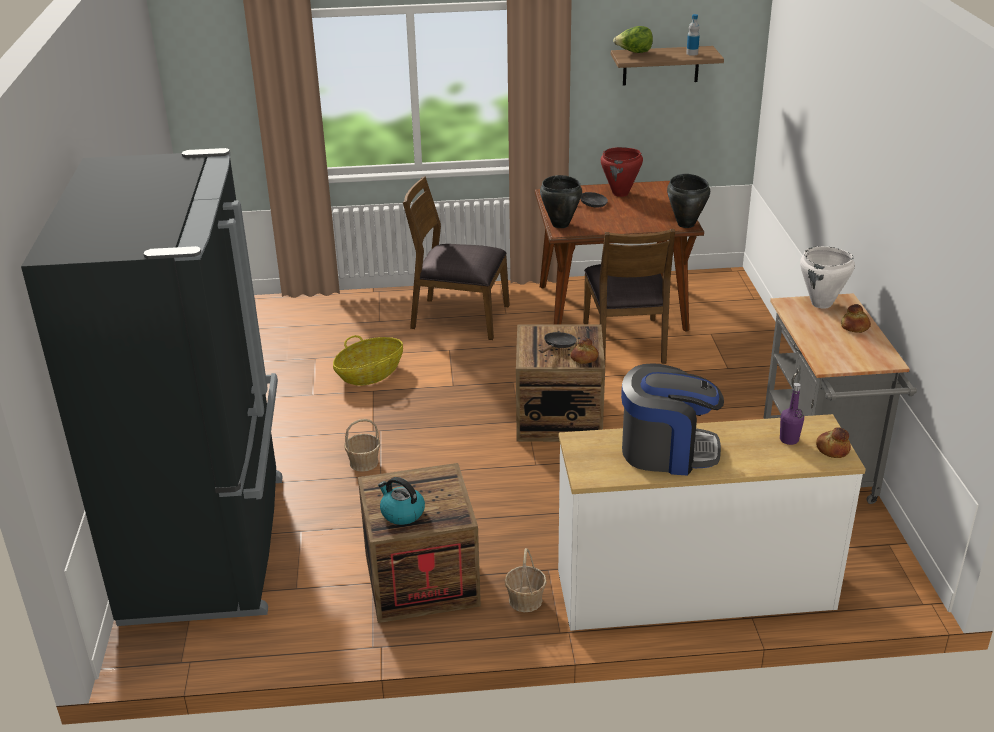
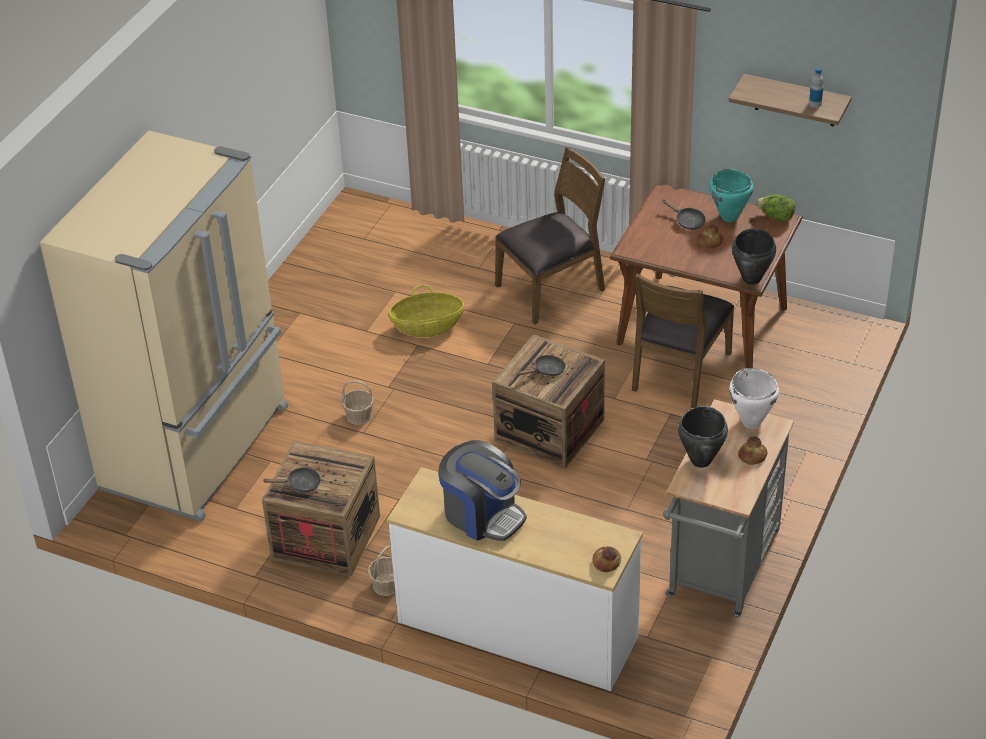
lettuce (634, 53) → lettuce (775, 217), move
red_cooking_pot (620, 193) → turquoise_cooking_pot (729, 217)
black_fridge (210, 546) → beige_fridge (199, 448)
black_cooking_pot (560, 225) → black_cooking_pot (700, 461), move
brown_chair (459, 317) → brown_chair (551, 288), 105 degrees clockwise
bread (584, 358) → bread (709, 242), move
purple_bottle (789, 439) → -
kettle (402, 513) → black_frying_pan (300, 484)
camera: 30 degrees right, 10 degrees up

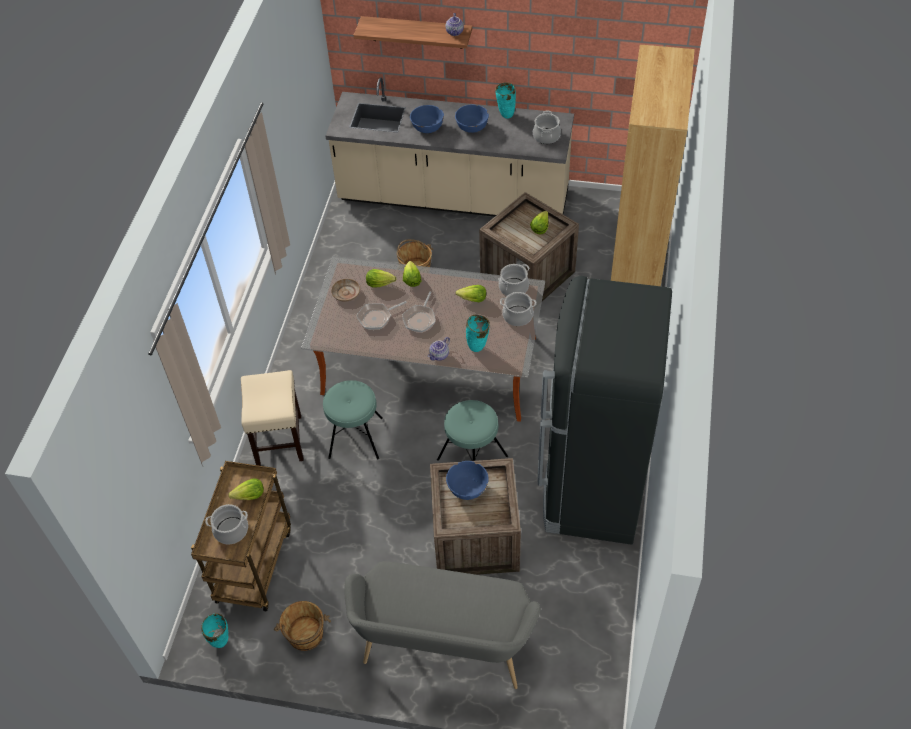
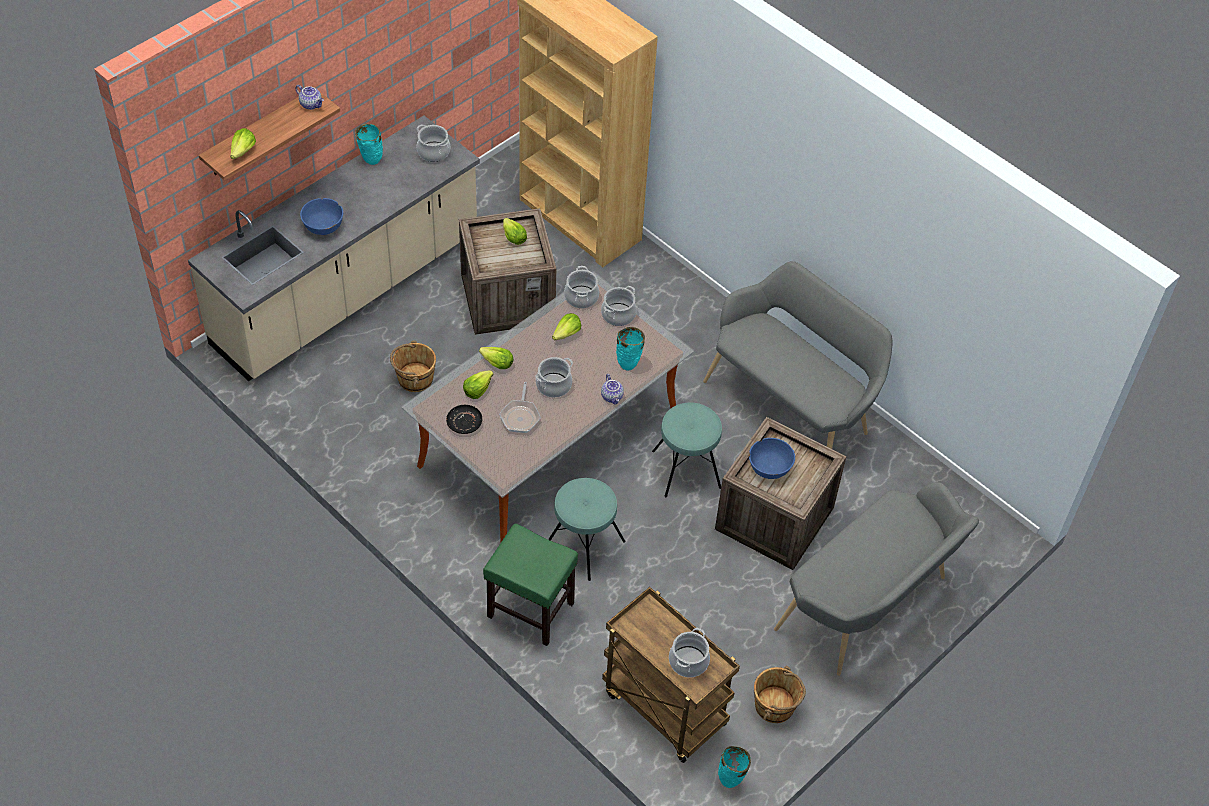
blue_bowl (472, 127) → -
black_fridge (592, 489) → grey_bench (792, 405)
beige_plate (346, 293) → black_plate (464, 423)
frying_pan (420, 319) → cooking_pot (553, 385)
beige_stool (279, 440) → green_stool (529, 609)
lettuce (249, 496) → lettuce (243, 151), move
camera: 60 degrees left, 0 degrees up

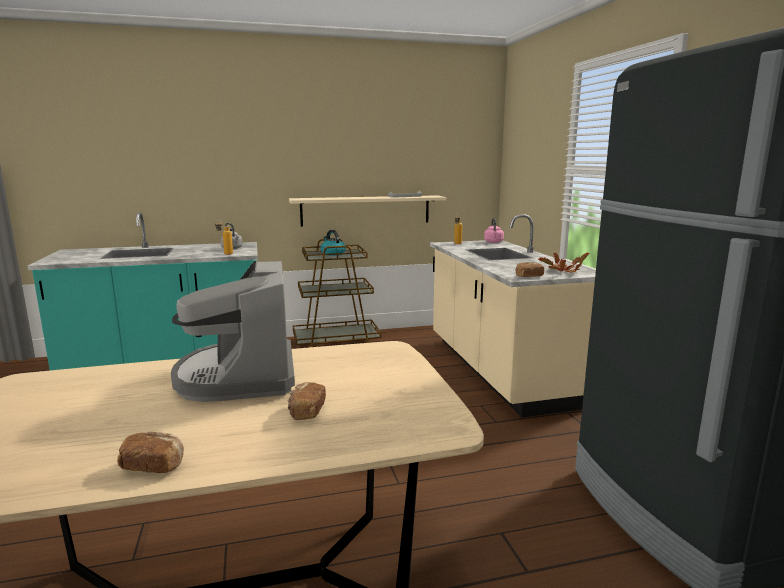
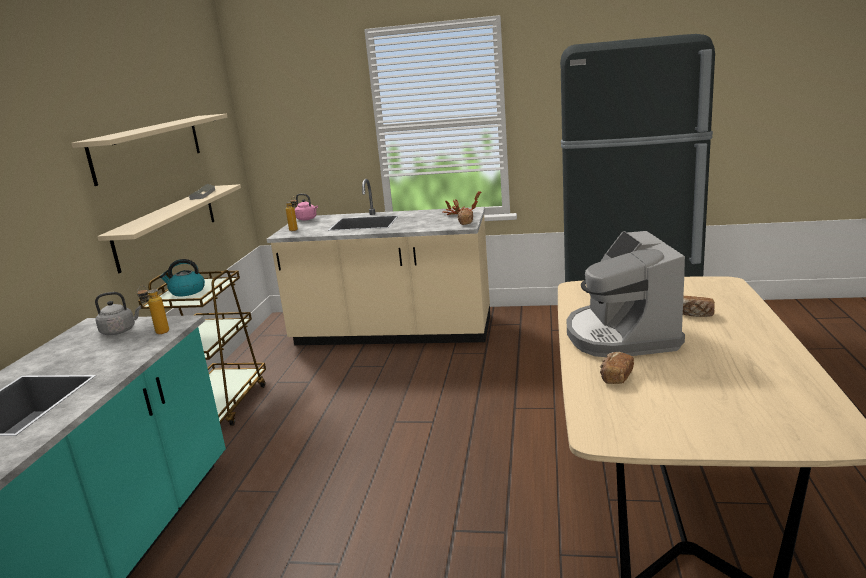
coffee_machine (239, 376) → coffee_machine (620, 335), 75 degrees clockwise
bread (153, 465) → bread (615, 377), move
- → beige_shelf (149, 147)
camera: 65 degrees left, 5 degrees up

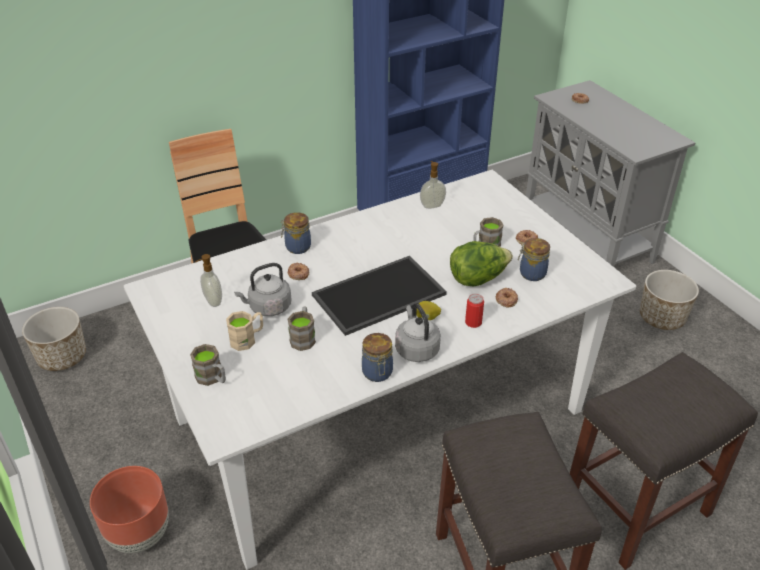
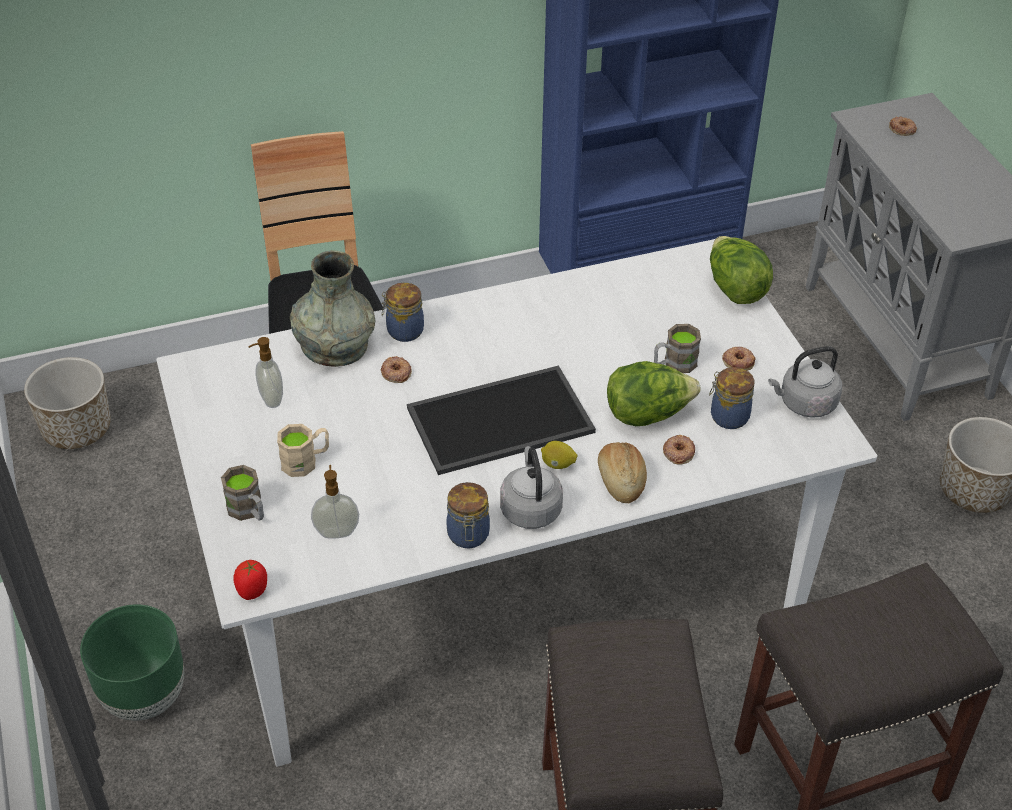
soap_dispenser (432, 205) → soap_dispenser (337, 531), move
grey_kettle (268, 307) → grey_kettle (804, 403), move
can (473, 322) → bread (621, 480)
brown_mug (303, 337) → -
brown_planter (139, 534) → green_planter (144, 696)
- → lettuce (735, 289)
- → grey_vase (334, 344)
- → tomato (253, 591)
camera: 10 degrees right, 5 degrees up

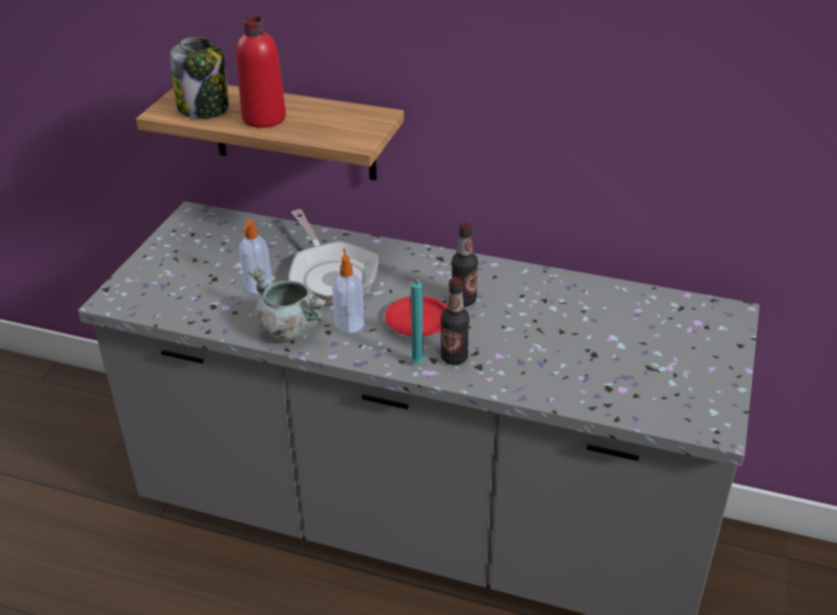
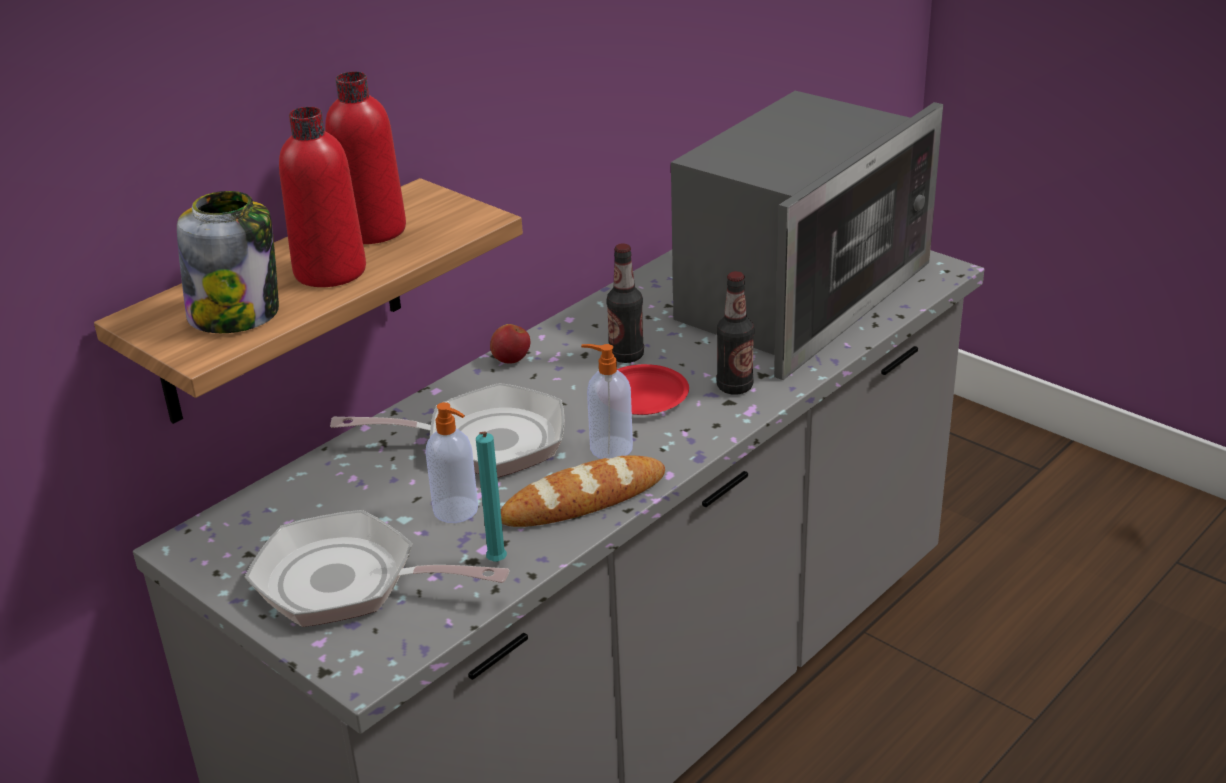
grey_cooking_pot (289, 329) → bread (583, 500)
turquoise_candle (415, 363) → turquoise_candle (496, 564), move
- → red_bottle (372, 230)
- → microwave (798, 297)
- → apple (511, 360)
- → frying_pan (348, 582)
camera: 65 degrees left, 5 degrees down

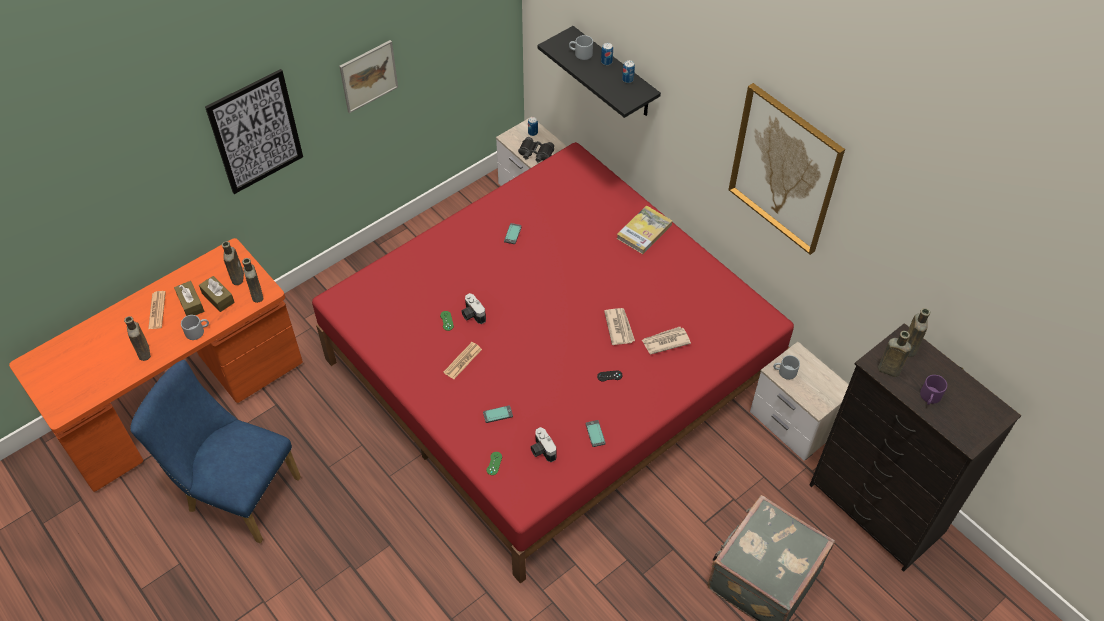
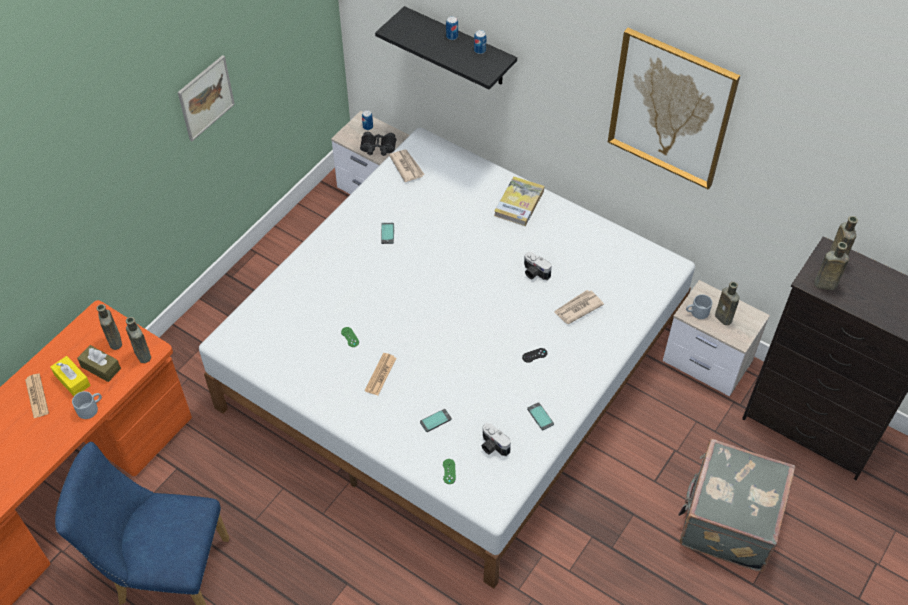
grey_mug (580, 54) → -
picture (255, 132) → -
red_bed (551, 371) → white_bed (454, 366)
brown_tissue_box (191, 303) → yellow_tissue_box (72, 380)
photo_camera (472, 315) → photo_camera (534, 273), move
newspaper (619, 327) → newspaper (407, 166), move
brown_bottle (144, 354) → brown_bottle (724, 319), move
purple_mug (930, 398) → -
camera: 15 degrees left, 0 degrees up

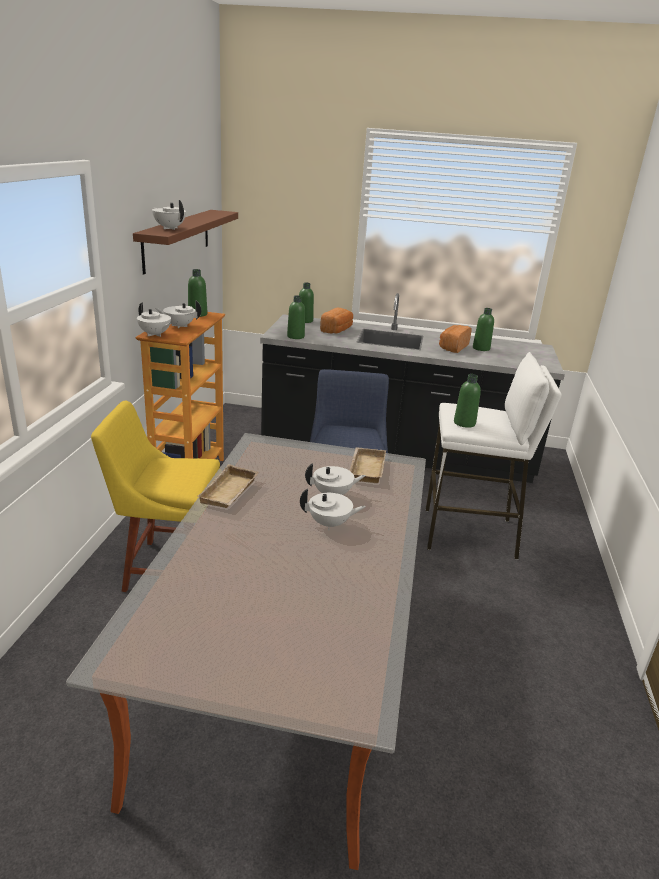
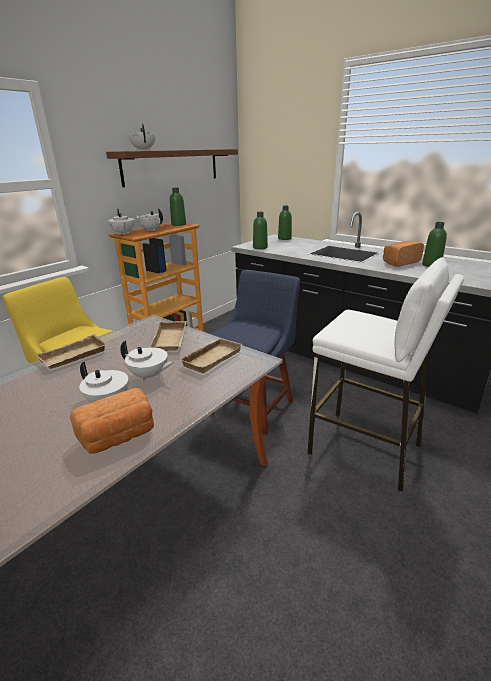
bread (337, 330) → bread (119, 436), move
green_bottle (464, 423) → -
- → beige_tray (171, 340)
camera: 30 degrees right, 0 degrees up

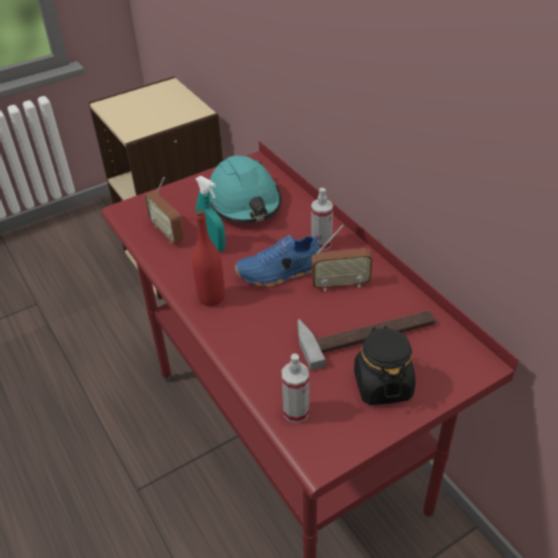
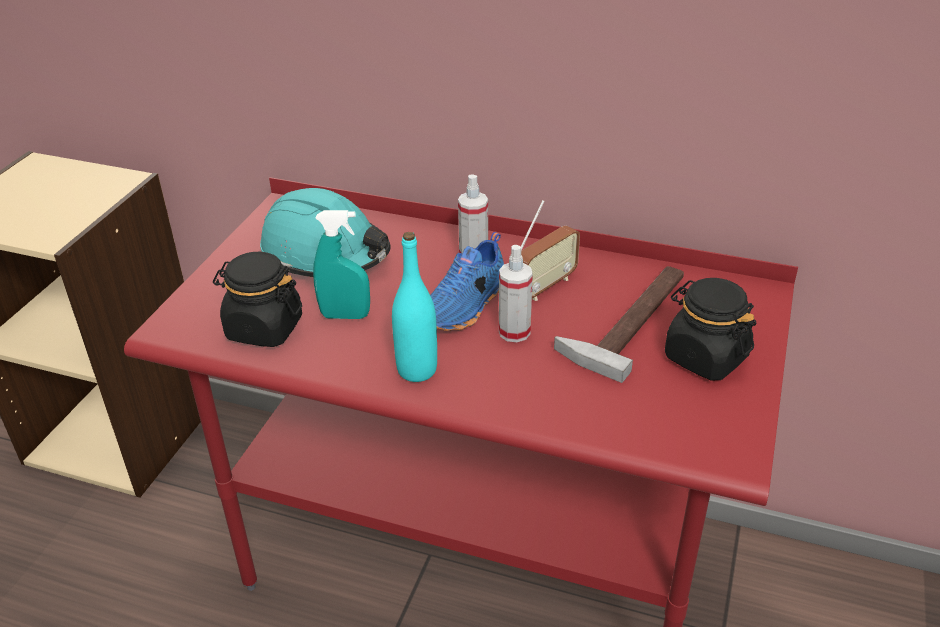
radio (167, 232) → black_jar (264, 328)
red_bottle (211, 297) → turquoise_bottle (417, 370)
spray_bottle (296, 412) → spray_bottle (514, 332), move
camera: 40 degrees left, 5 degrees down

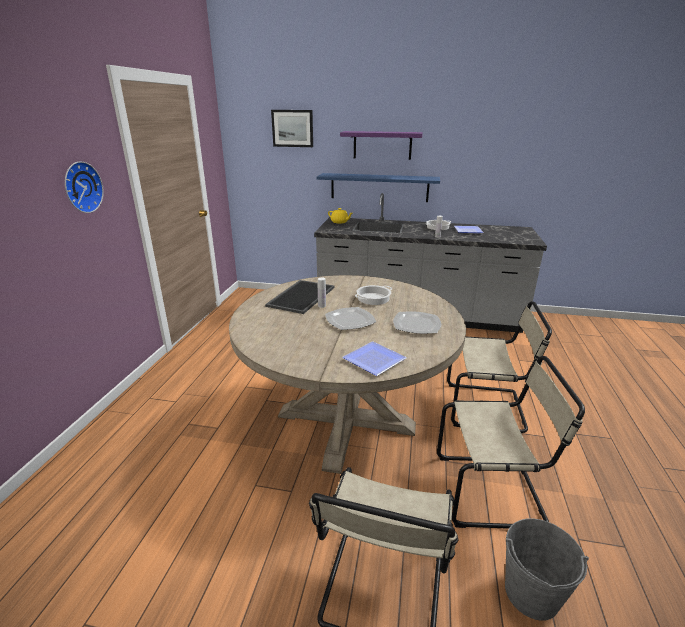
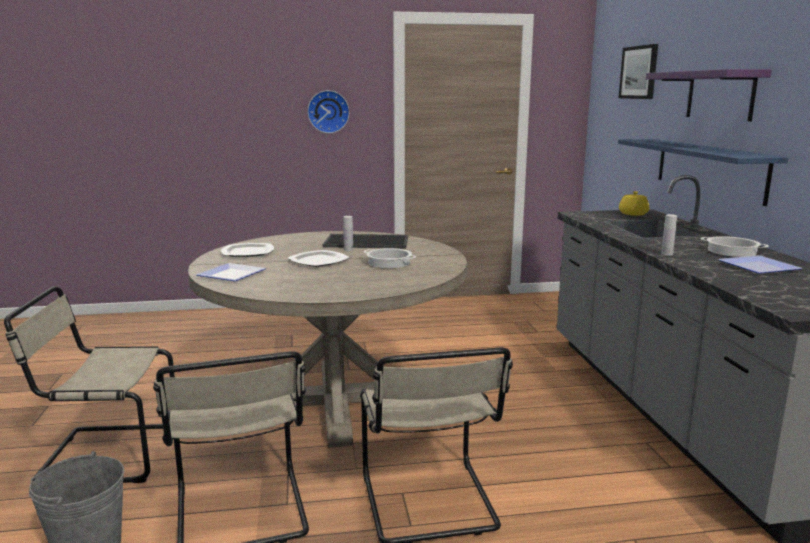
plate (416, 325) → plate (247, 252), move
camera: 70 degrees right, 10 degrees down

